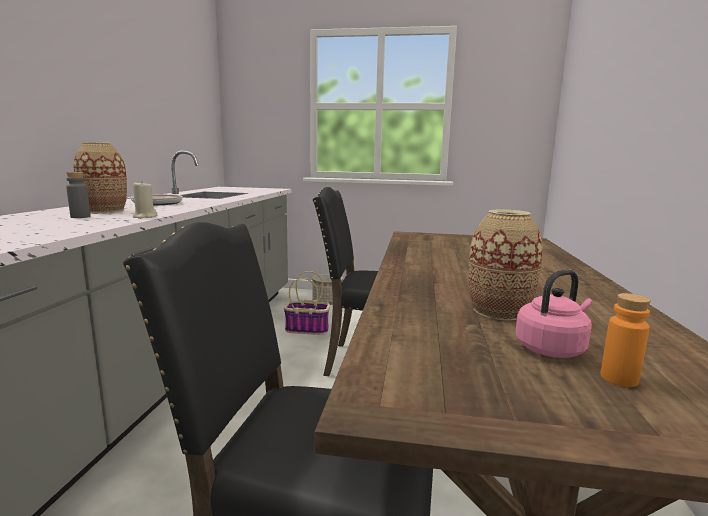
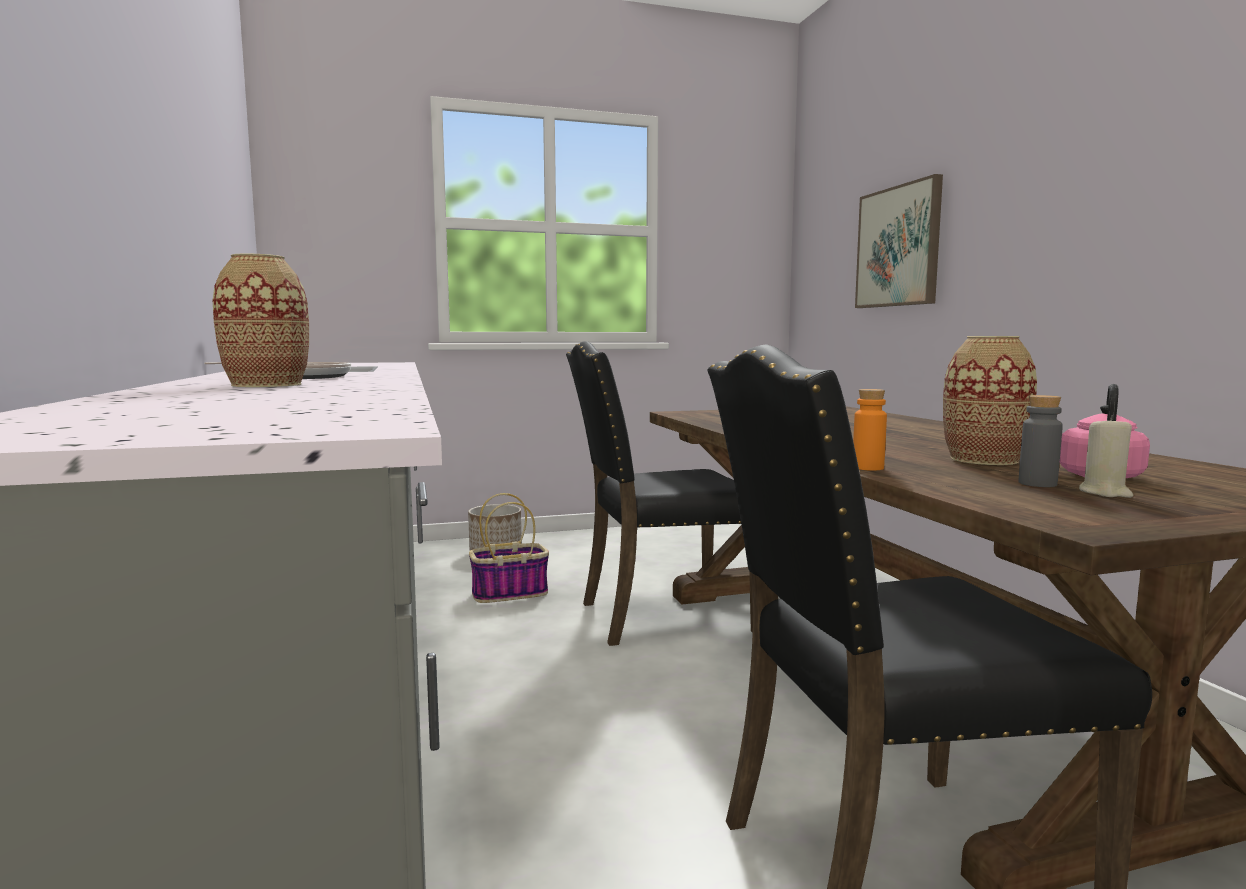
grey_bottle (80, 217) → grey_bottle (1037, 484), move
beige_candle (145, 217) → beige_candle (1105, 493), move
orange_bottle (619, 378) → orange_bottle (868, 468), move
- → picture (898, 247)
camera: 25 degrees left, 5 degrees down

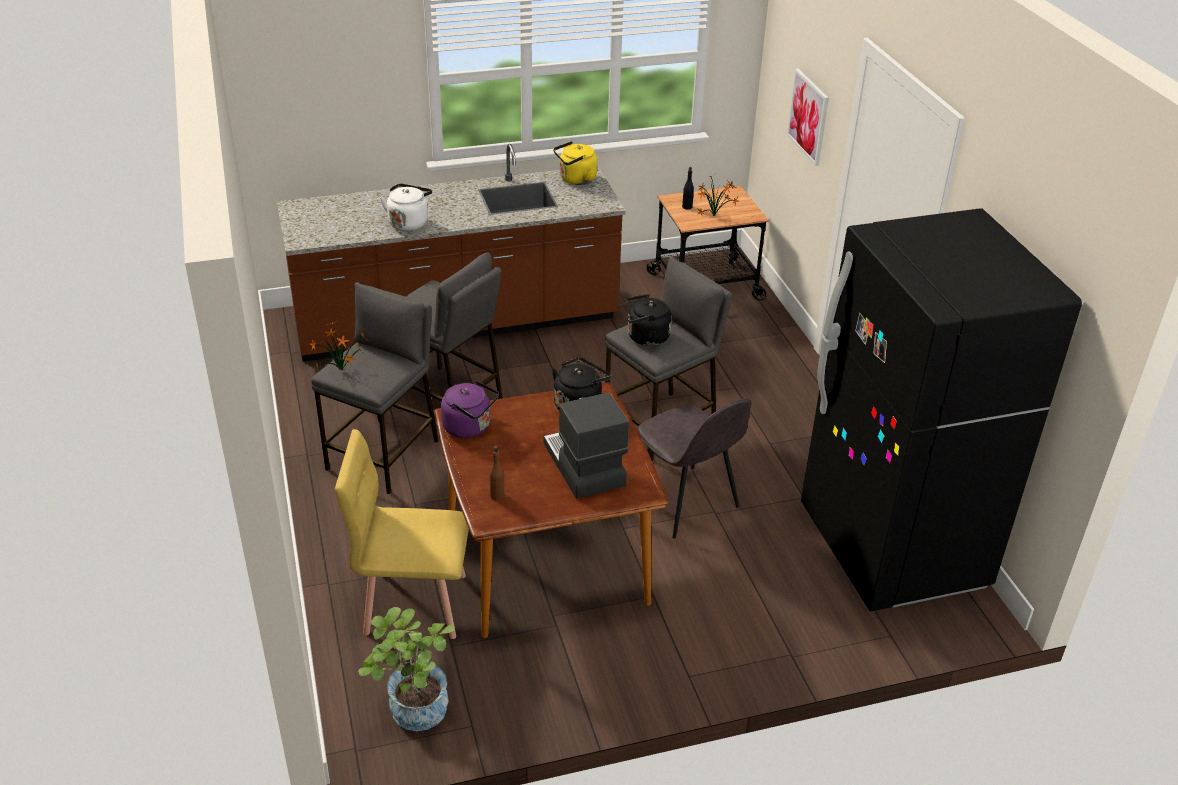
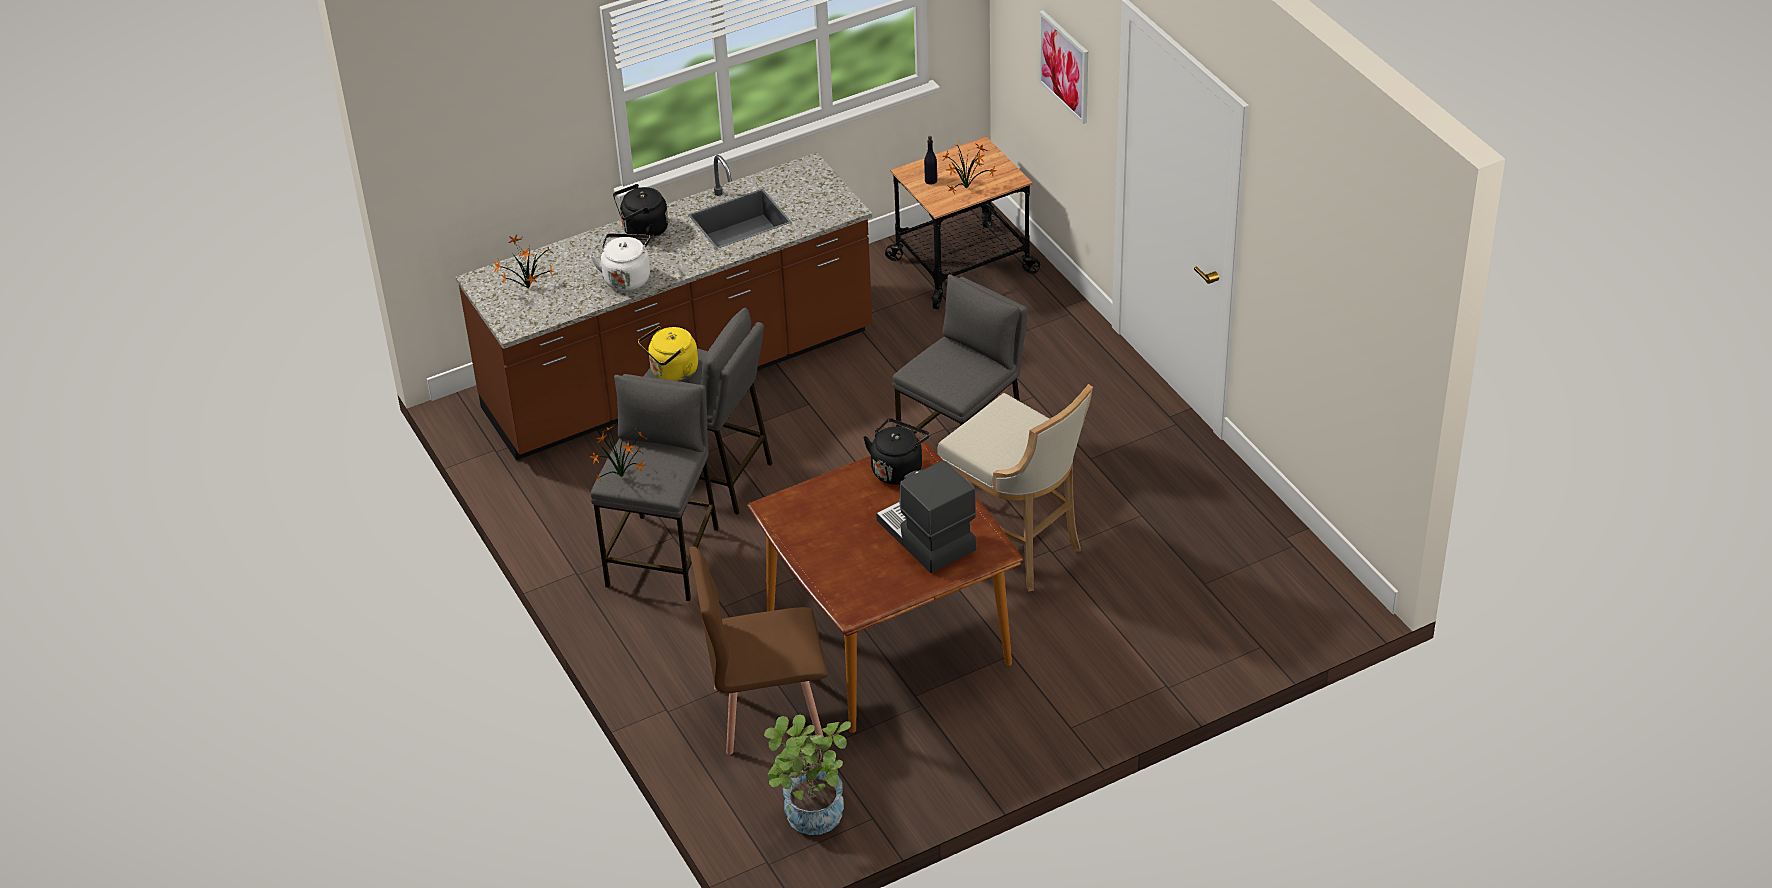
yellow_kettle (575, 179) → yellow_kettle (672, 372), move
black_fridge (892, 548) → -
black_kettle (645, 338) → black_kettle (642, 231), move
purple_kettle (470, 427) → -
grey_chair (685, 503) → beige_stool (1016, 547)
yellow_chair (414, 603) → brown_chair (766, 712)
brown_bottle (497, 495) → -
- → potted_plant (526, 288)
camera: 10 degrees left, 5 degrees up

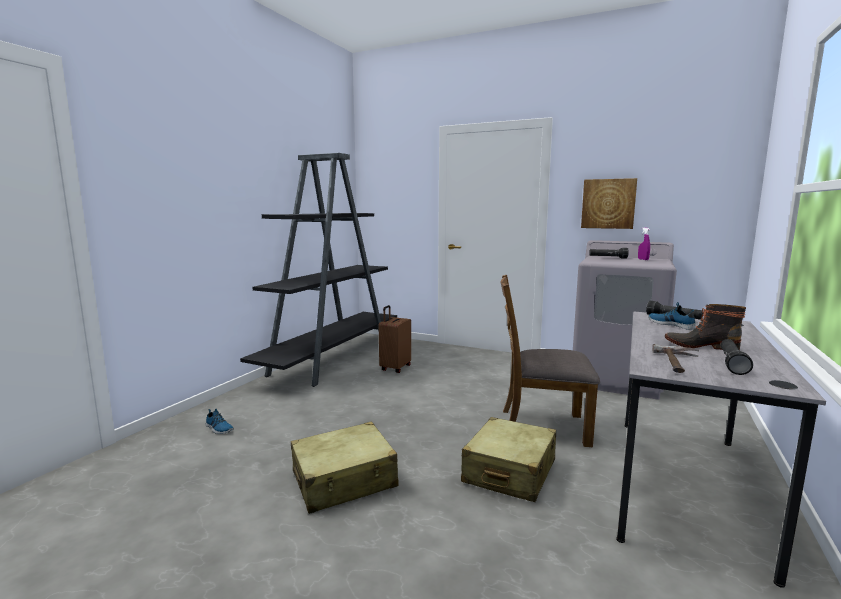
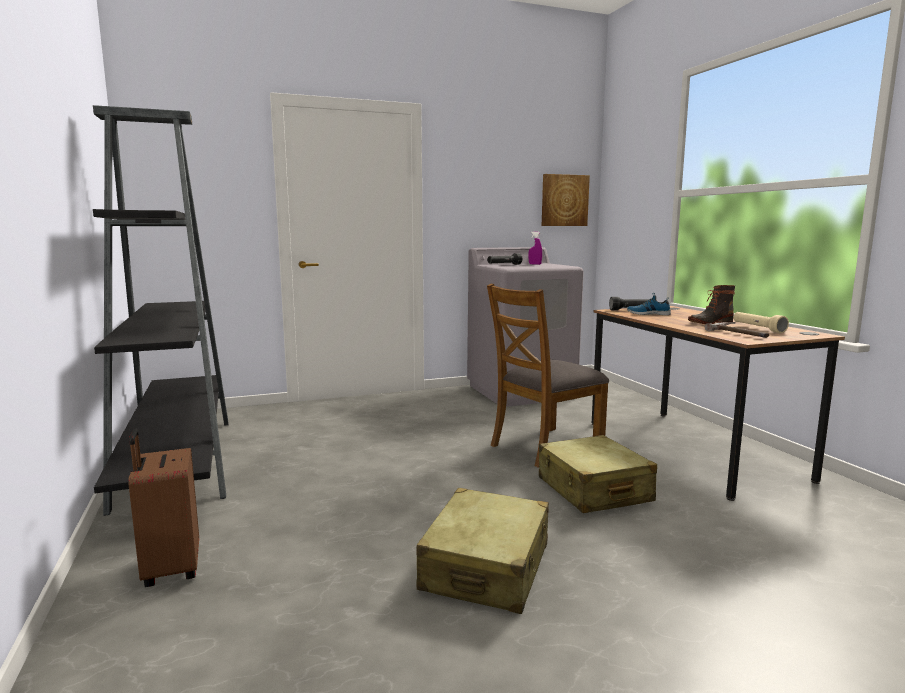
picture (608, 203) → picture (564, 200), move
brown_suitcase (395, 368) → brown_suitcase (170, 569), move
grey_desk (683, 484) → brown_desk (690, 449)
black_flashlight (731, 363) → beige_flashlight (757, 328)
shoe (218, 428) → -
camera: 45 degrees left, 0 degrees up

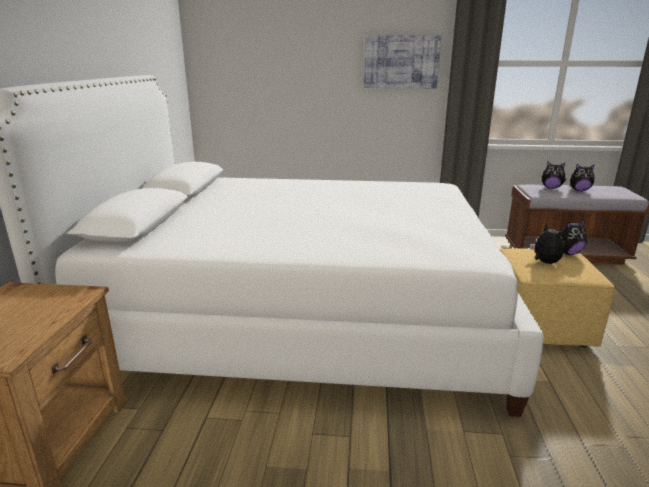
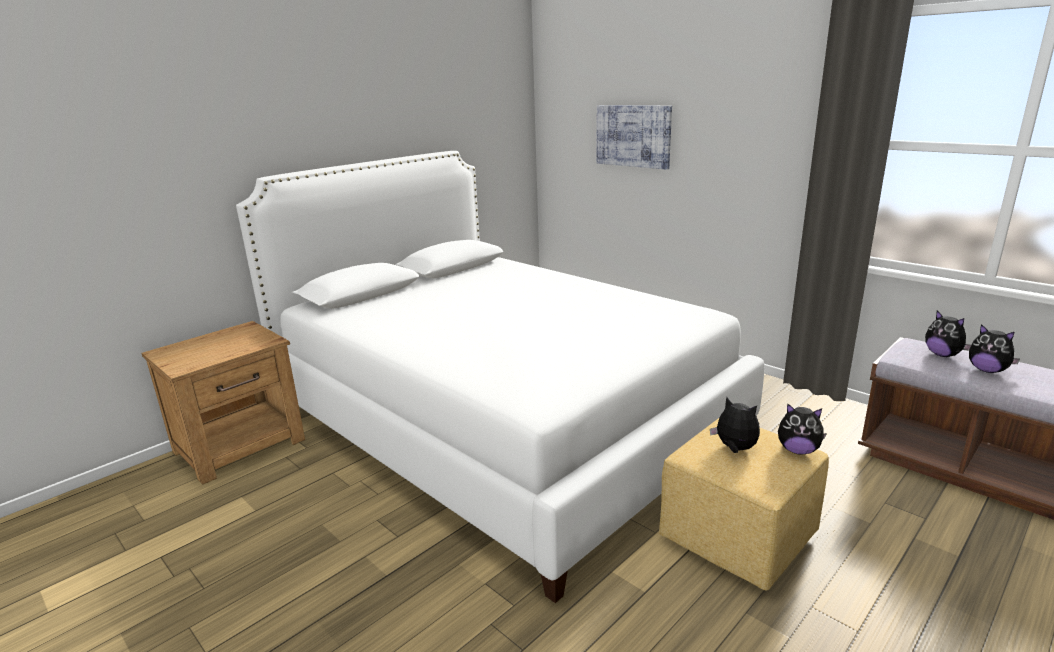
picture (401, 62) → picture (633, 136), move
plush_toy (544, 262) → plush_toy (735, 449), 75 degrees counterclockwise
camera: 40 degrees right, 0 degrees up

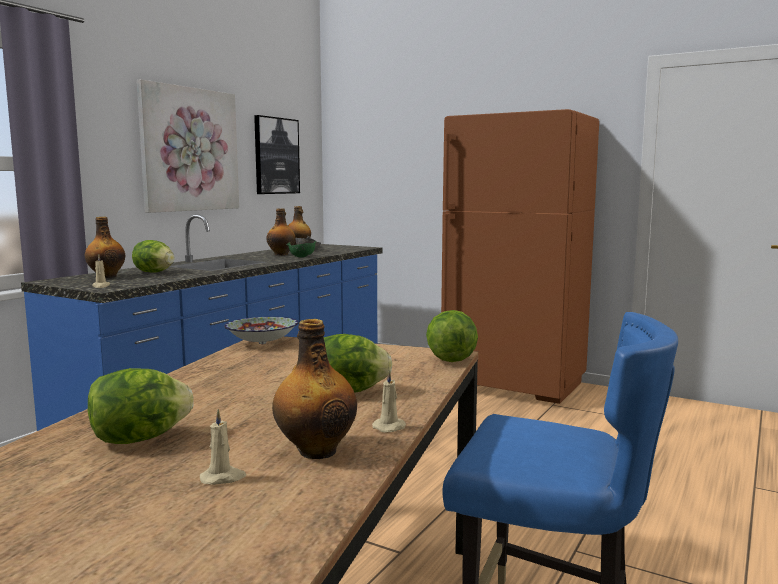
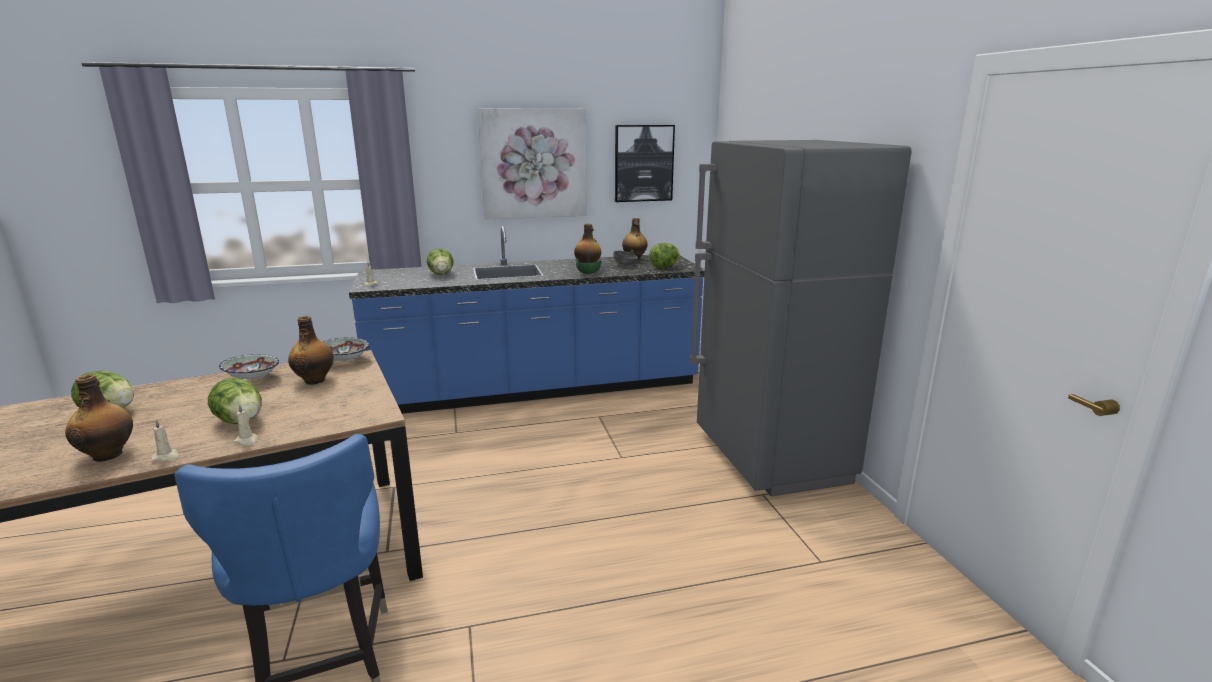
brown_fridge (514, 386) → grey_fridge (771, 458)
bottle (107, 276) → bottle (315, 380), move
lettuce (451, 359) → lettuce (664, 267), move
beige_candle (223, 478) → beige_candle (247, 441), move
- → bowl (251, 379)
camera: 45 degrees right, 10 degrees up

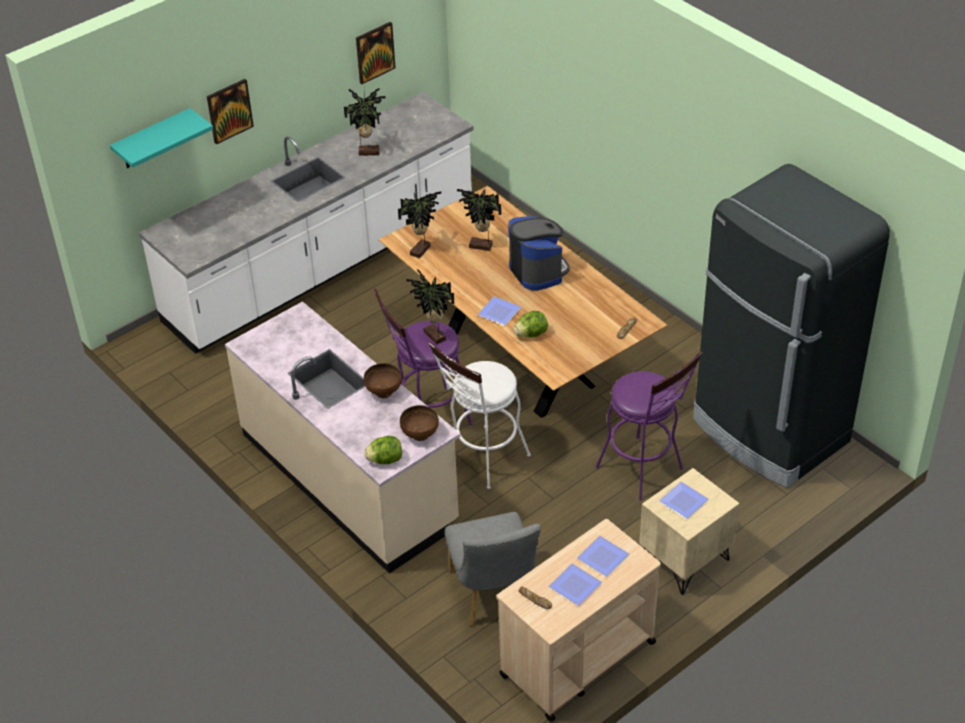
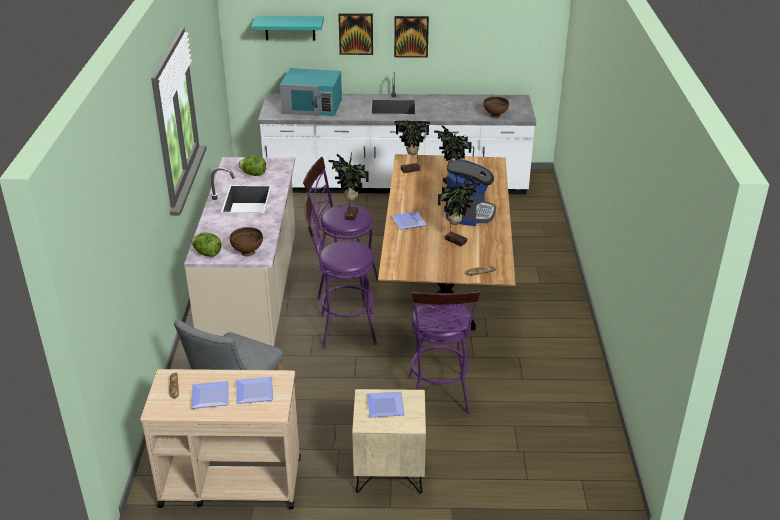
picture (374, 52) → picture (411, 36), move
potted_plant (368, 151) → potted_plant (456, 240), move
black_fridge (769, 432) → -
lettuce (531, 334) → lettuce (253, 174), move
white_stool (482, 461) → purple_stool (341, 330)
brown_bowl (384, 392) → brown_bowl (495, 116), move
- → turquoise_microwave (312, 106)
camera: 40 degrees right, 10 degrees down

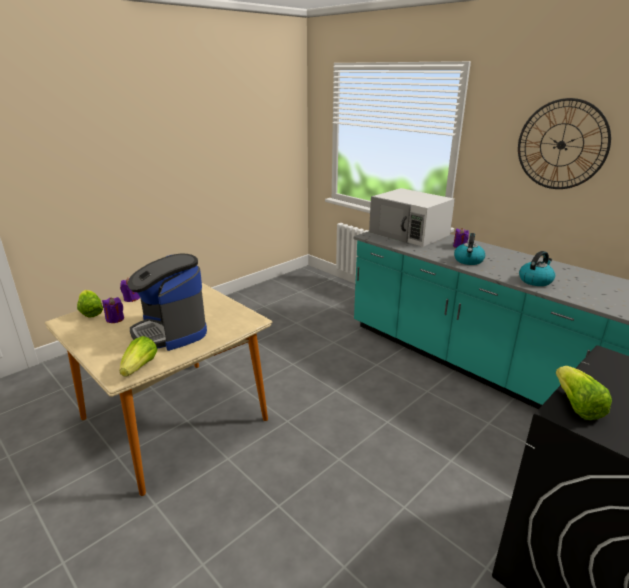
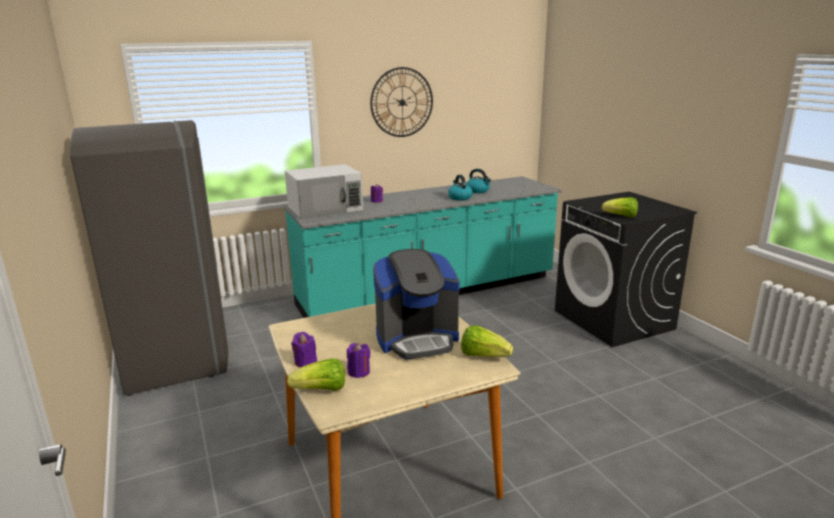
kettle (468, 261) → kettle (478, 191), move
- → grey_fridge (175, 357)
camera: 70 degrees left, 5 degrees down

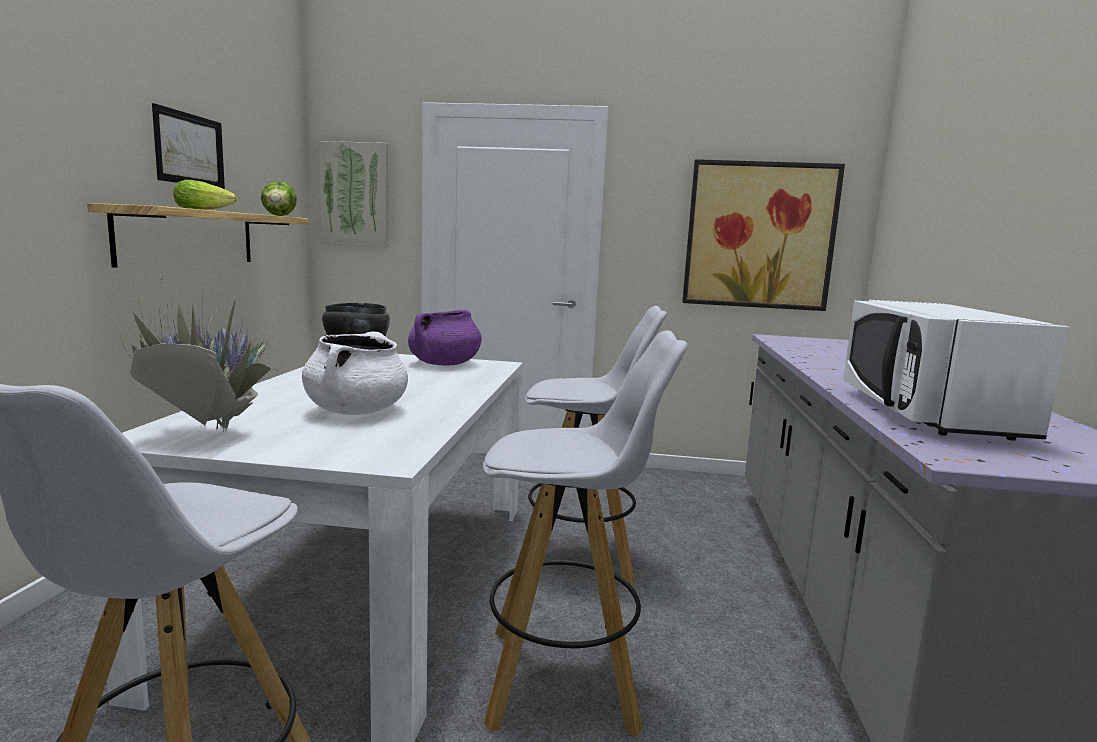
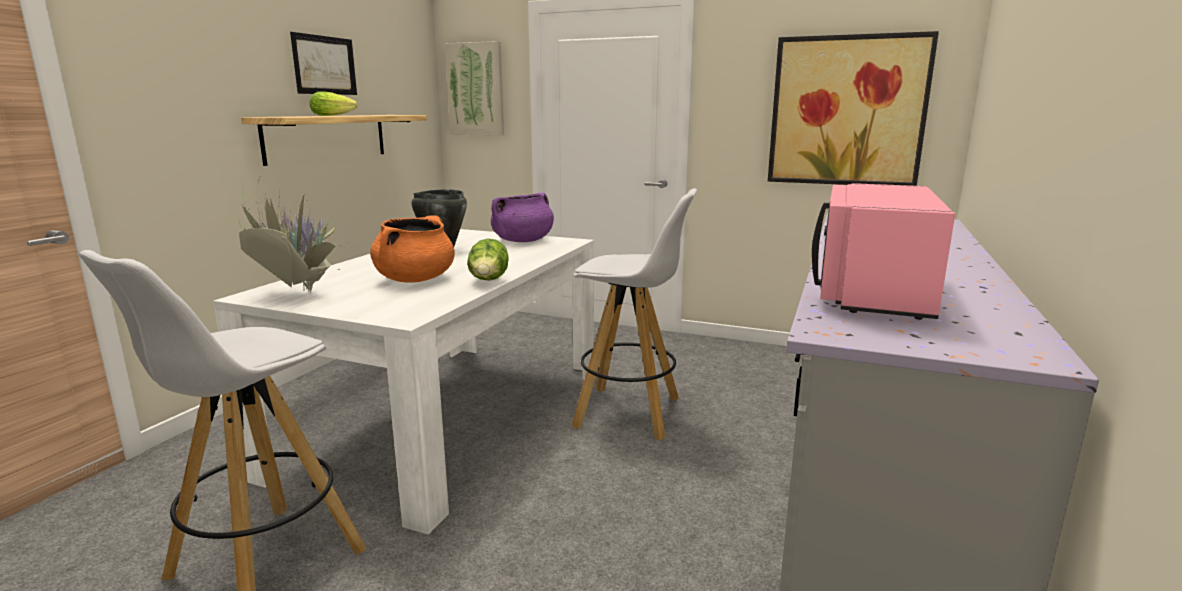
lettuce (279, 215) → lettuce (489, 281), move
white_microwave (923, 413) → pink_microwave (871, 292)
white_stool (565, 679) → -
white_cooking_pot (356, 411) → orange_cooking_pot (415, 279)
camera: 15 degrees right, 5 degrees up

